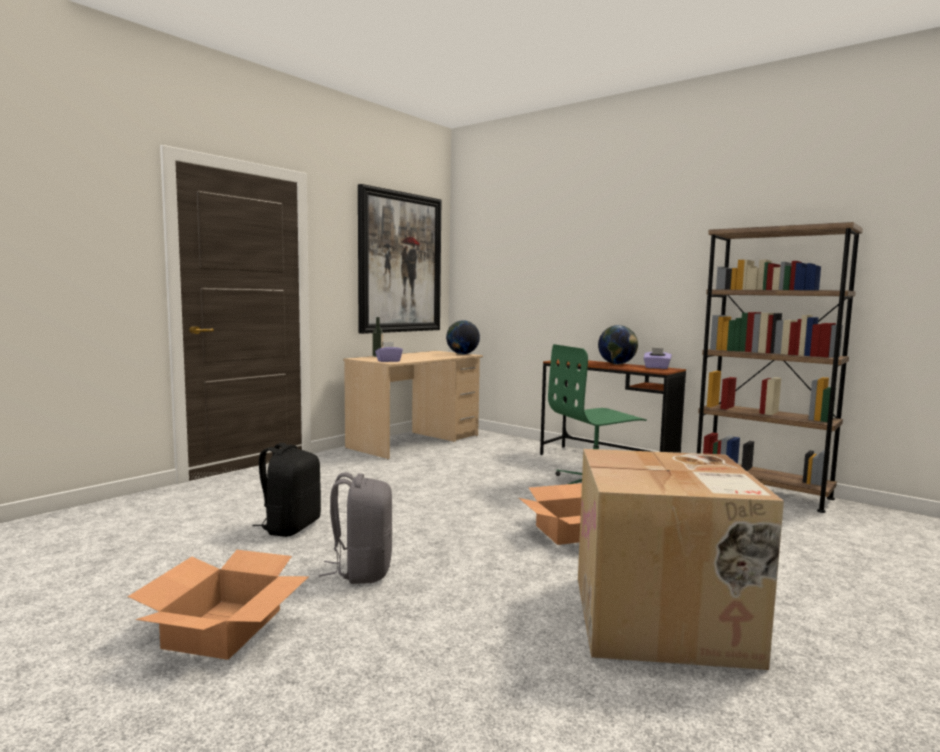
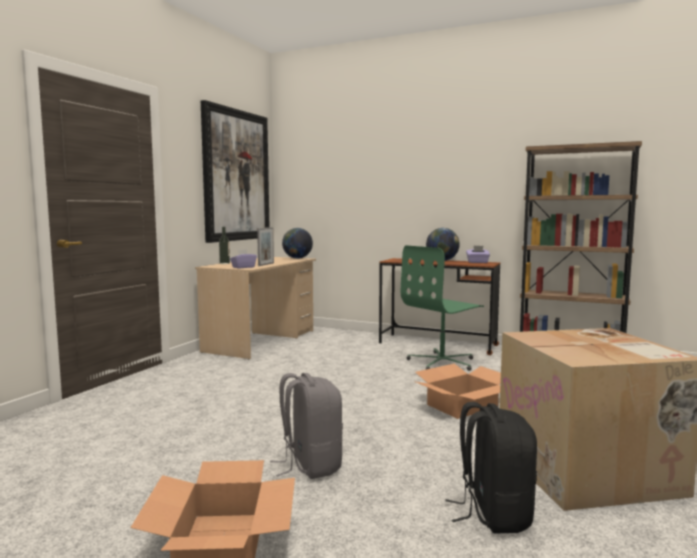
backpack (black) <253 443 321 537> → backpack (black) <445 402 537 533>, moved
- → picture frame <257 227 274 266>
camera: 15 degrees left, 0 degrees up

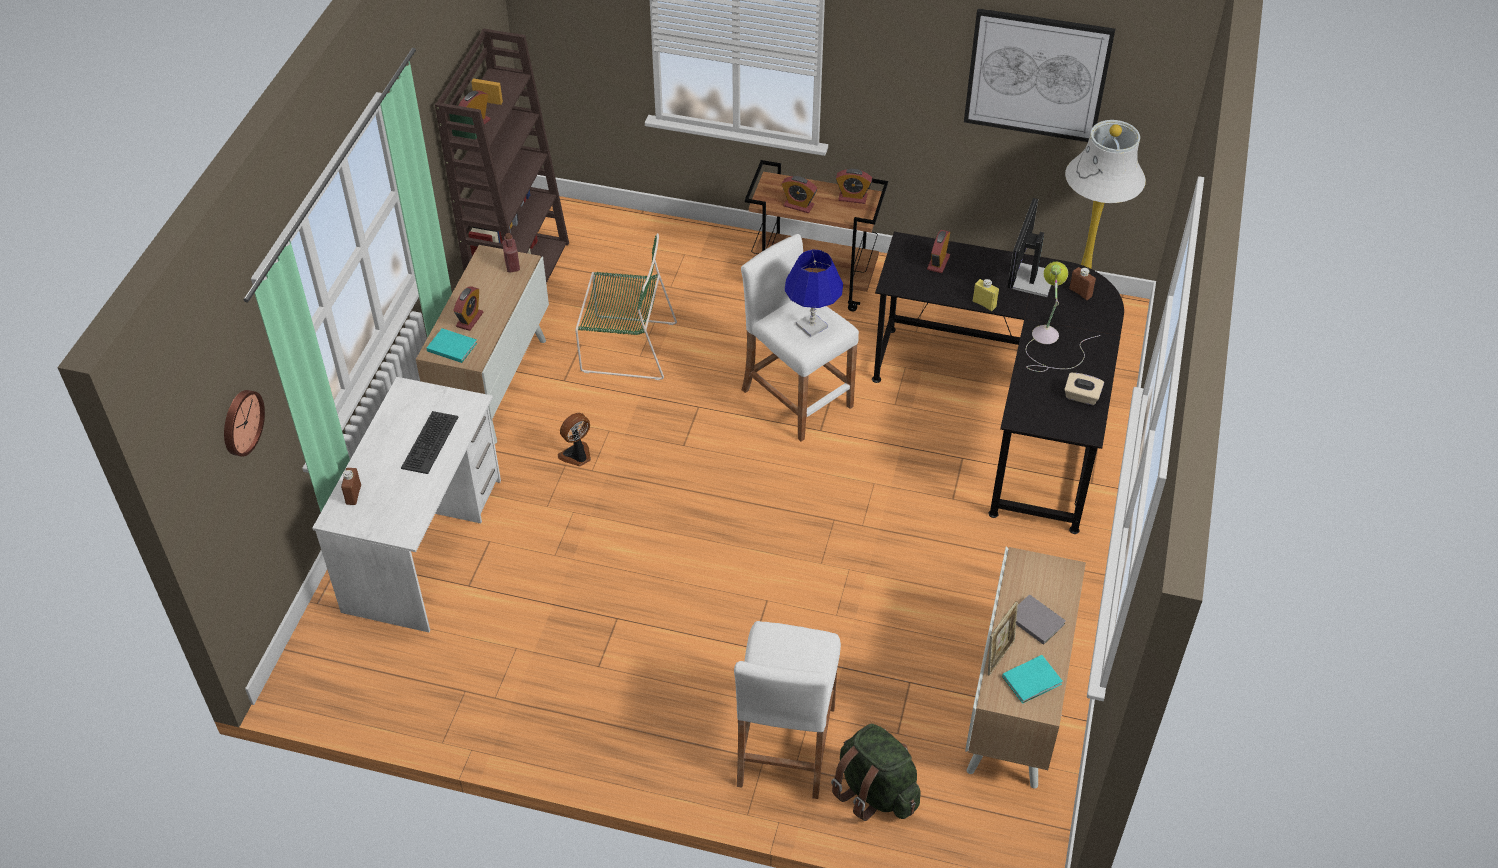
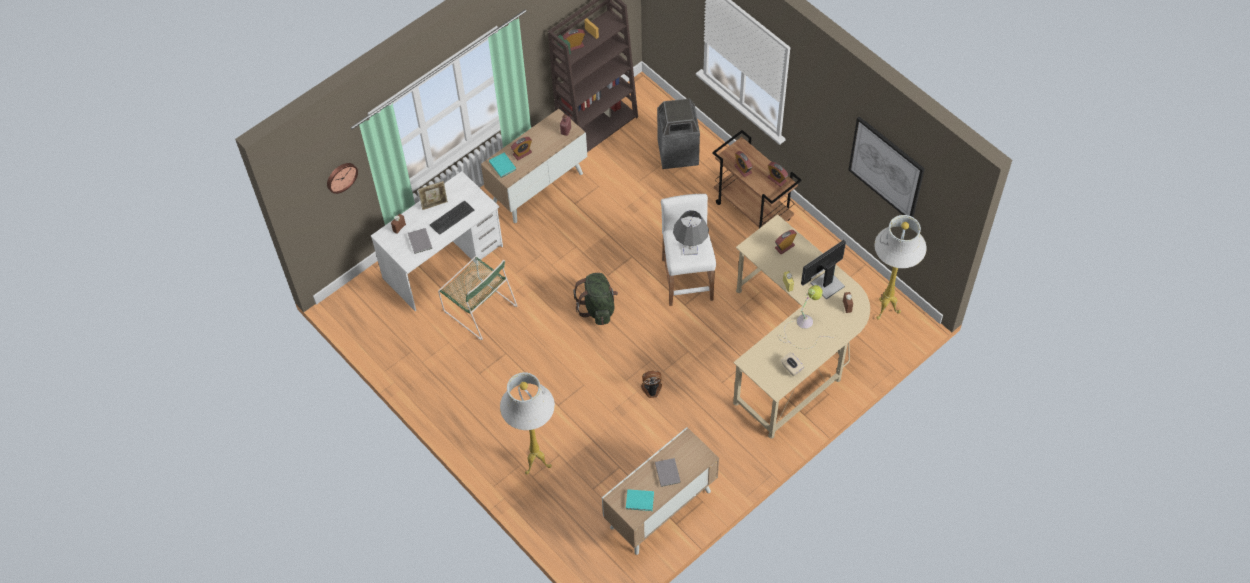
fan <558 413 591 466> → fan <641 371 662 398>, moved
chair (green) <575 233 677 380> → chair (green) <438 256 518 340>, moved
stool (white) <734 621 841 799> → floor lamp (white) <500 372 555 474>
table lamp (blue) <784 249 843 337> → table lamp (grey) <673 210 709 255>
backpack (green) <831 724 921 821> → backpack (green) <573 273 618 325>, moved
desk (black) <872 232 1124 534> → desk (beige) <733 214 870 439>
picture frame <988 601 1018 676> → picture frame <418 181 448 210>, moved
- → book (grey) <408 228 432 254>
- → trash can <657 98 700 169>
camera: 35 degrees right, 10 degrees up

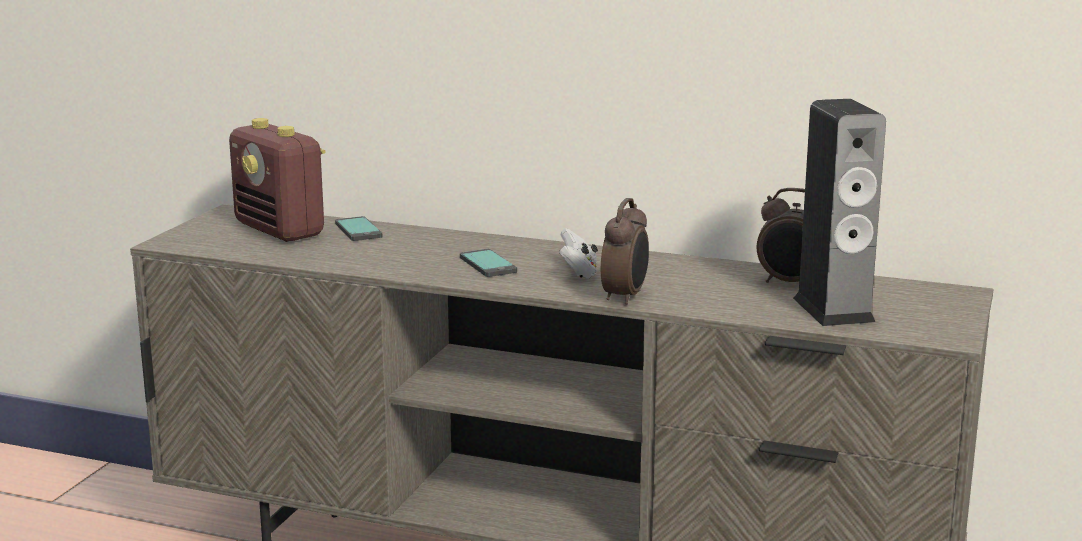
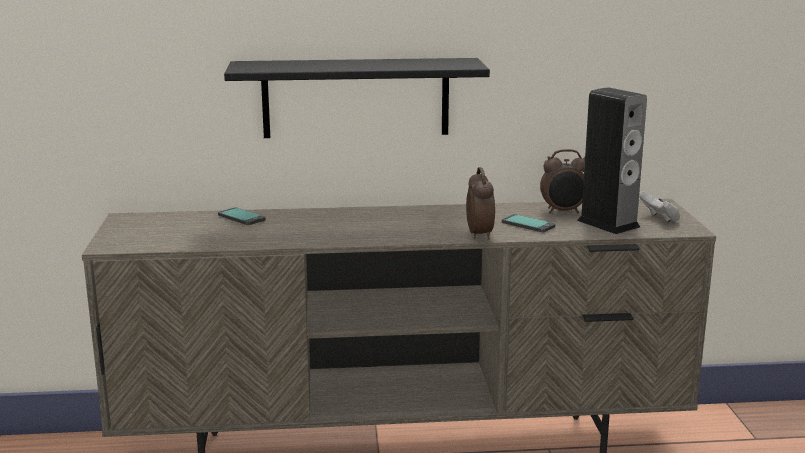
radio <229 118 326 242> → -
phone <460 249 517 277> → phone <502 214 555 232>, moved
game controller (white) <559 228 598 278> → game controller (white) <639 190 680 222>, moved
- → shelf (black) <224 58 490 138>
camera: 25 degrees left, 0 degrees up

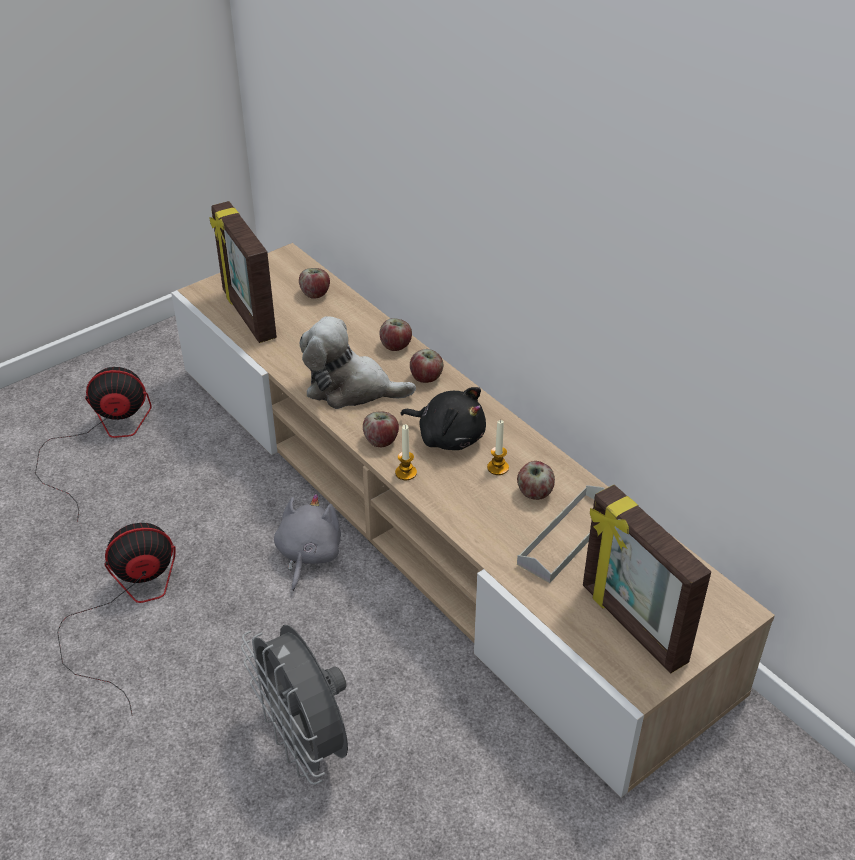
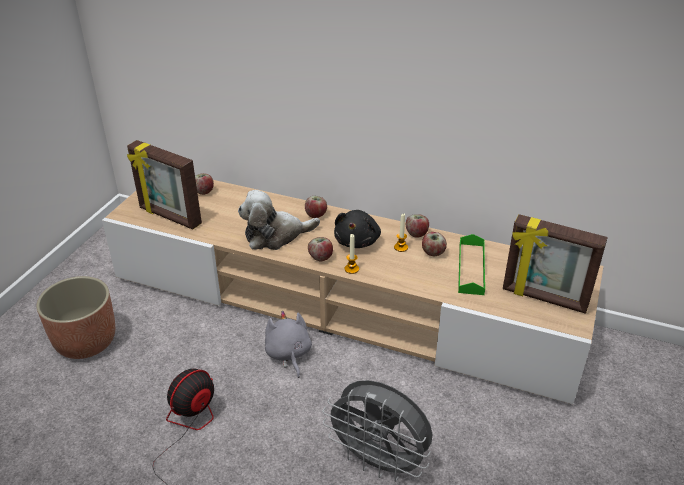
fan <35 367 152 522> → planter <36 276 115 359>
apple <380 318 412 351> → apple <406 214 429 237>, moved
plush toy (black) <401 387 486 450> → plush toy (black) <334 210 381 248>, 105 degrees clockwise
tray (grey) <517 485 605 583> → tray (green) <458 234 485 295>
camera: 30 degrees left, 5 degrees down

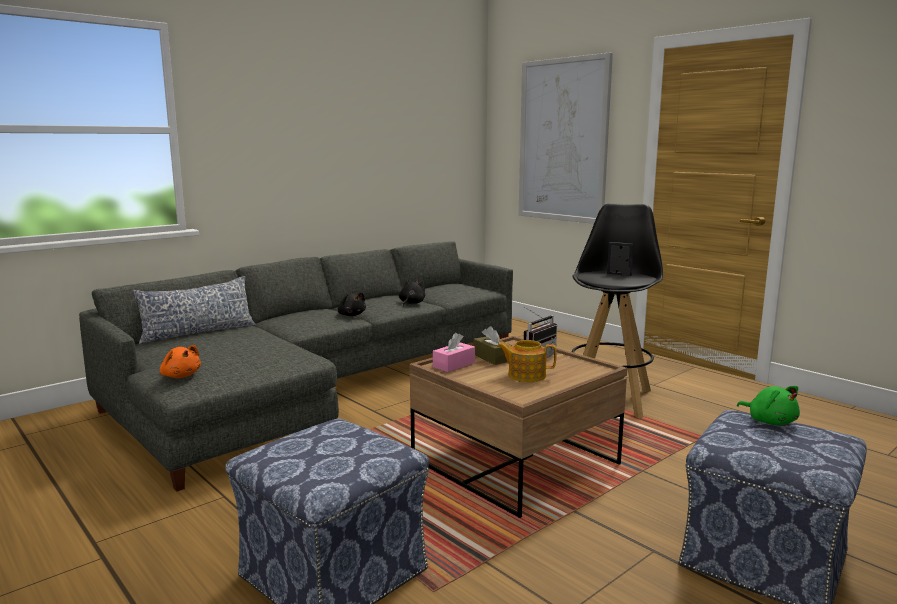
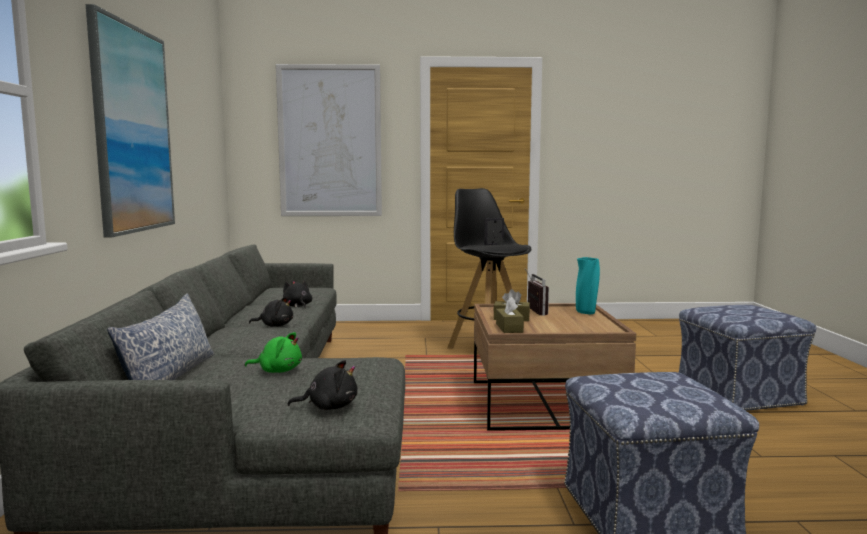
plush toy (orange) <160 345 201 378> → plush toy (black) <287 360 357 410>
tissue box (pink) <433 333 475 372> → tissue box (brown) <496 297 524 333>
teapot <497 340 557 382> → -
plush toy (green) <737 386 800 425> → plush toy (green) <245 332 302 373>, moved
- → picture <86 4 175 238>
- → vase (turquoise) <576 257 600 314>
camera: 50 degrees left, 5 degrees down

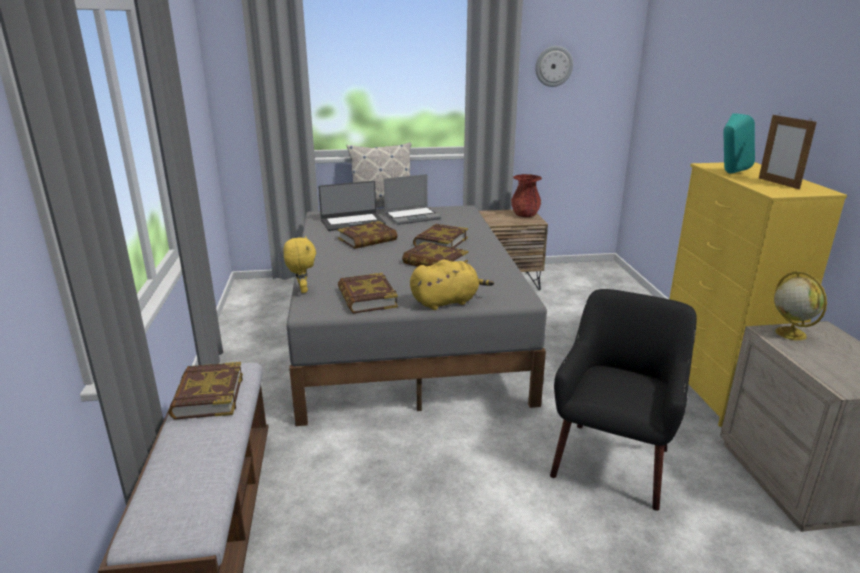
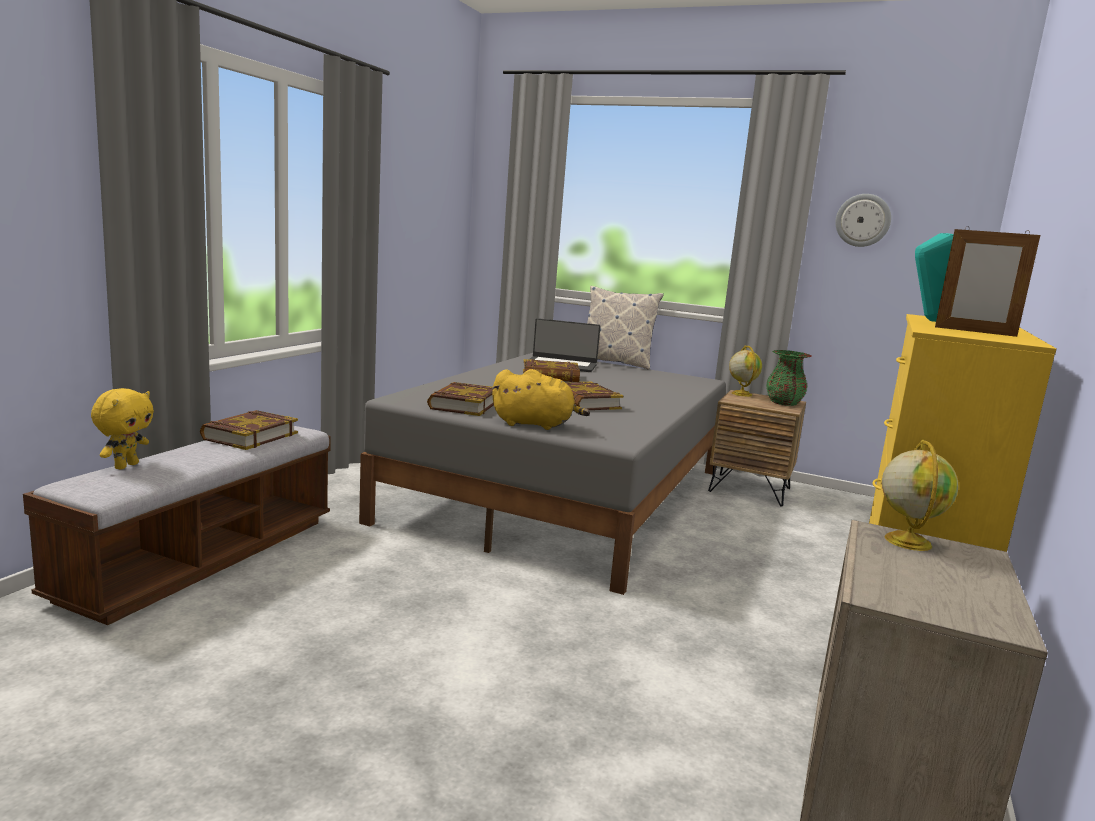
plush toy (yellow) <283 236 316 293> → plush toy (yellow) <91 388 154 470>, moved
laptop <384 174 441 225> → -
book <413 224 468 248> → -
vase (red) <511 174 542 217> → vase (green) <766 350 812 406>
armchair (black) <550 289 697 511> → -
picture frame <759 113 817 190> → picture frame <935 226 1040 337>, 75 degrees counterclockwise
- → globe <729 345 762 397>
camera: 30 degrees right, 10 degrees down

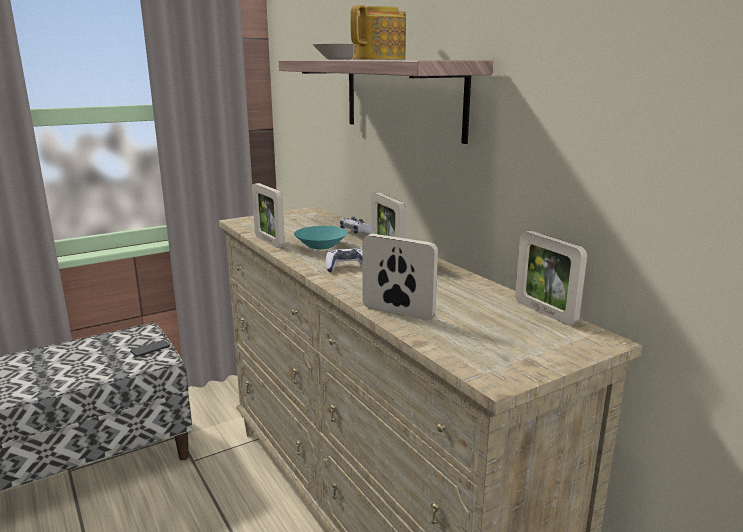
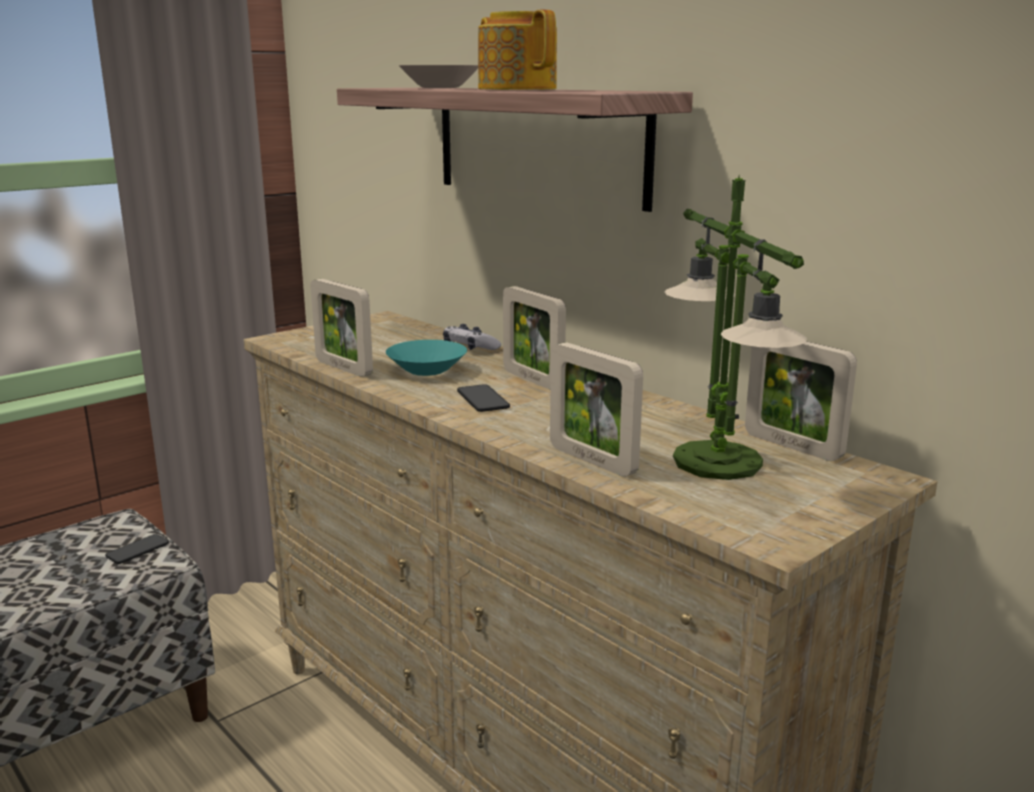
game controller <325 248 362 272> → phone <457 384 510 412>
teapot <350 5 406 60> → teapot <478 10 557 90>, 60 degrees counterclockwise
picture frame <362 234 438 320> → picture frame <550 342 643 477>, 150 degrees counterclockwise
- → table lamp <665 176 807 480>
camera: 10 degrees left, 0 degrees up

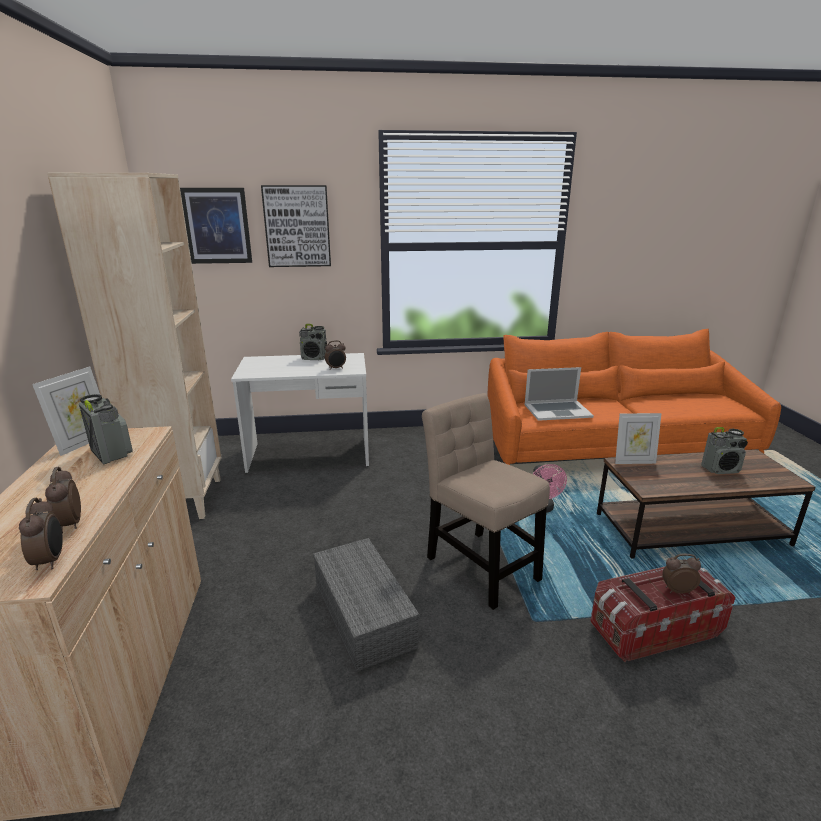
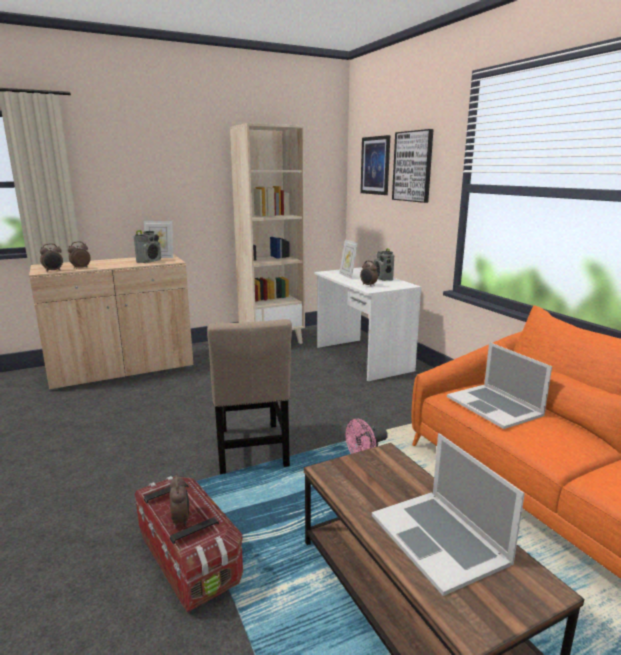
storage box (grey) <313 538 419 672> → -
chair (beige) <422 393 550 610> → chair (beige) <207 319 292 474>, 135 degrees clockwise
picture frame <615 413 662 464> → picture frame <339 239 358 279>, moved
radio <701 427 748 474> → laptop <372 433 525 596>
camera: 70 degrees right, 5 degrees down

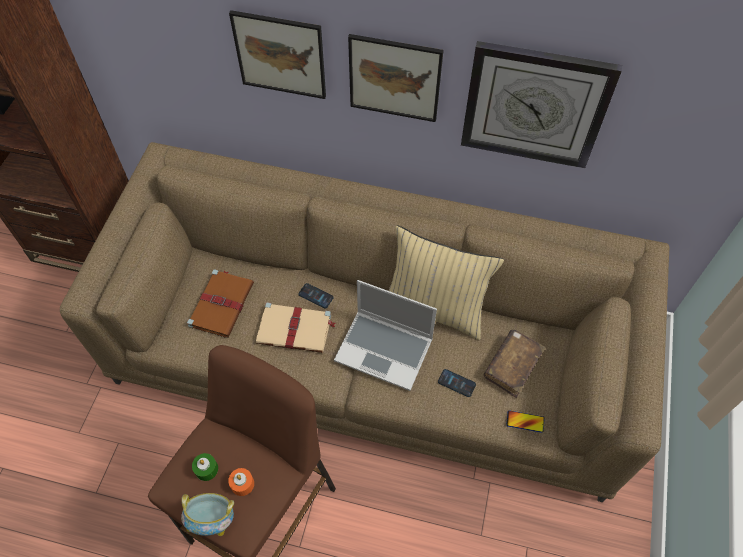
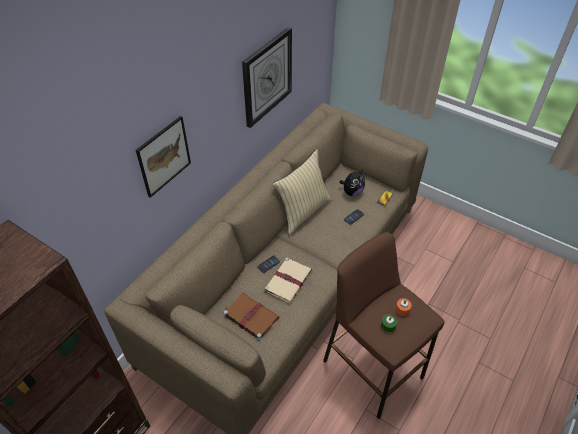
bowl <181 493 234 536> → -
laptop <334 280 437 391> → -
picture <348 34 444 122> → -
book (brown) <484 330 545 398> → plush toy <339 169 365 196>
camera: 70 degrees left, 10 degrees down

